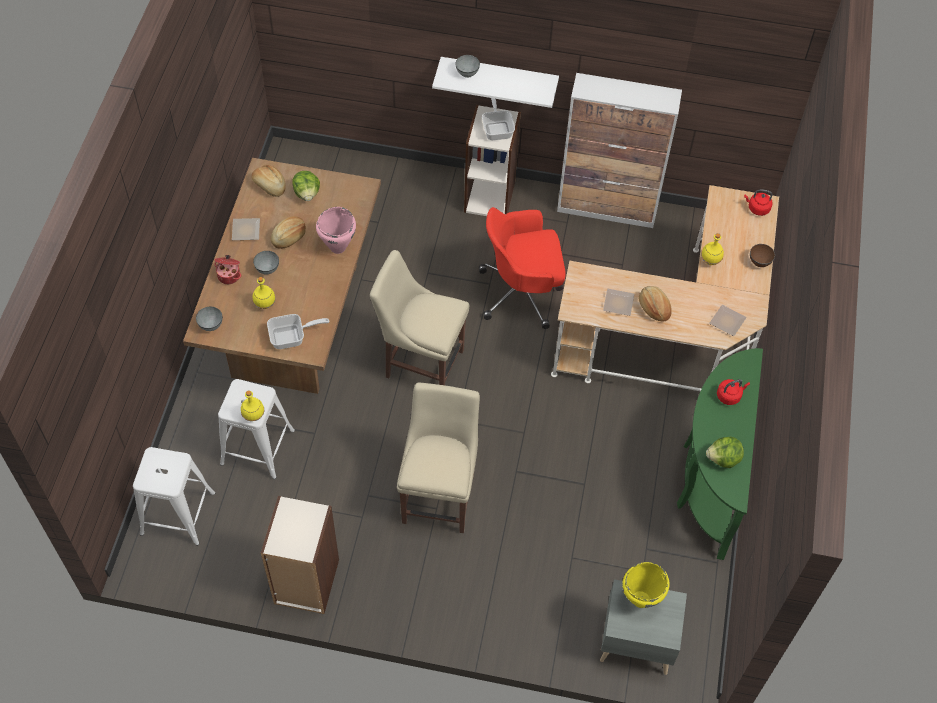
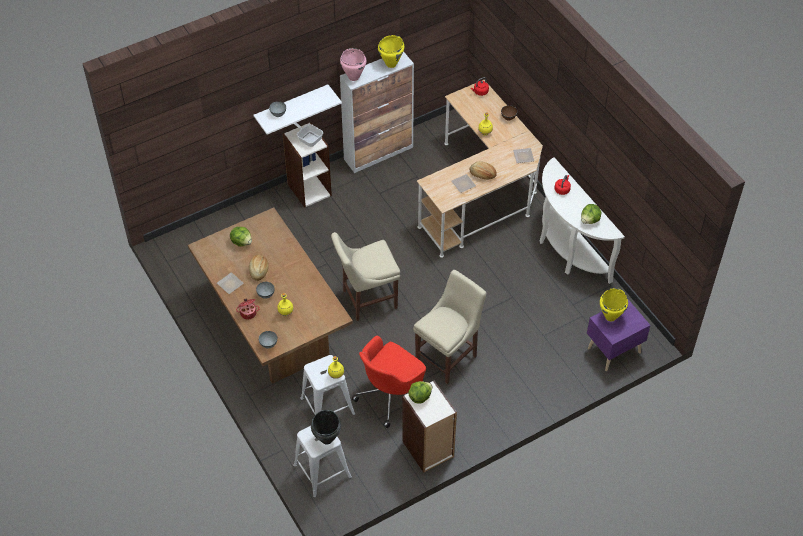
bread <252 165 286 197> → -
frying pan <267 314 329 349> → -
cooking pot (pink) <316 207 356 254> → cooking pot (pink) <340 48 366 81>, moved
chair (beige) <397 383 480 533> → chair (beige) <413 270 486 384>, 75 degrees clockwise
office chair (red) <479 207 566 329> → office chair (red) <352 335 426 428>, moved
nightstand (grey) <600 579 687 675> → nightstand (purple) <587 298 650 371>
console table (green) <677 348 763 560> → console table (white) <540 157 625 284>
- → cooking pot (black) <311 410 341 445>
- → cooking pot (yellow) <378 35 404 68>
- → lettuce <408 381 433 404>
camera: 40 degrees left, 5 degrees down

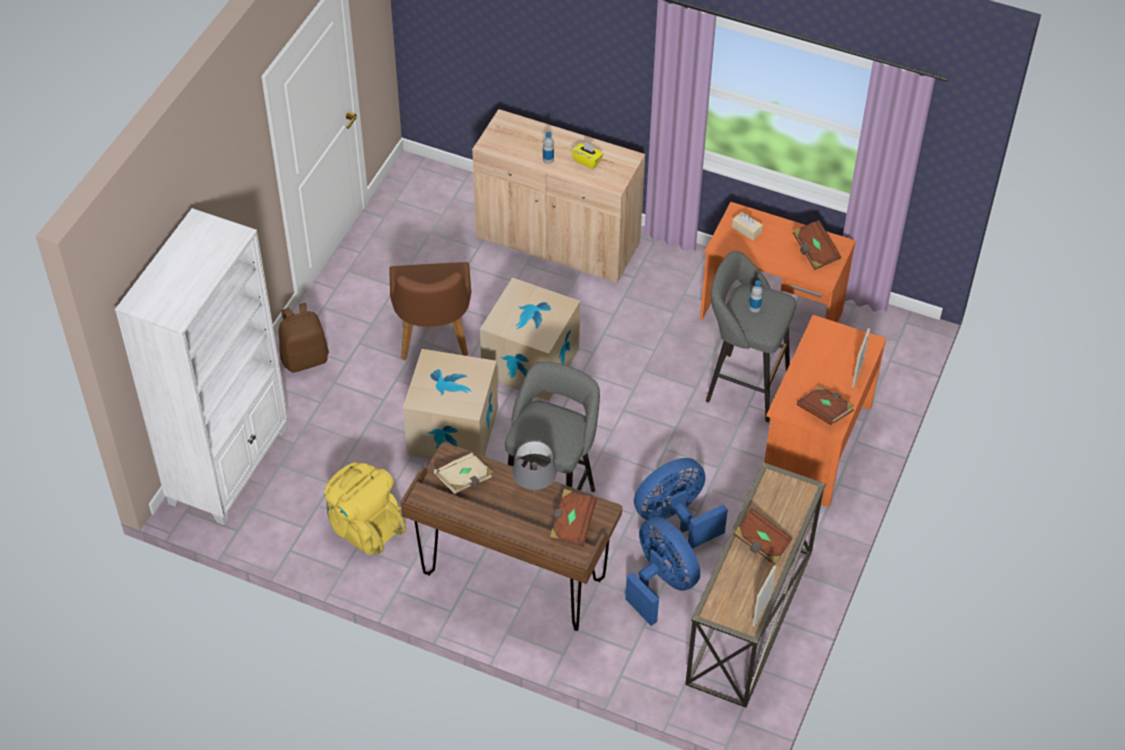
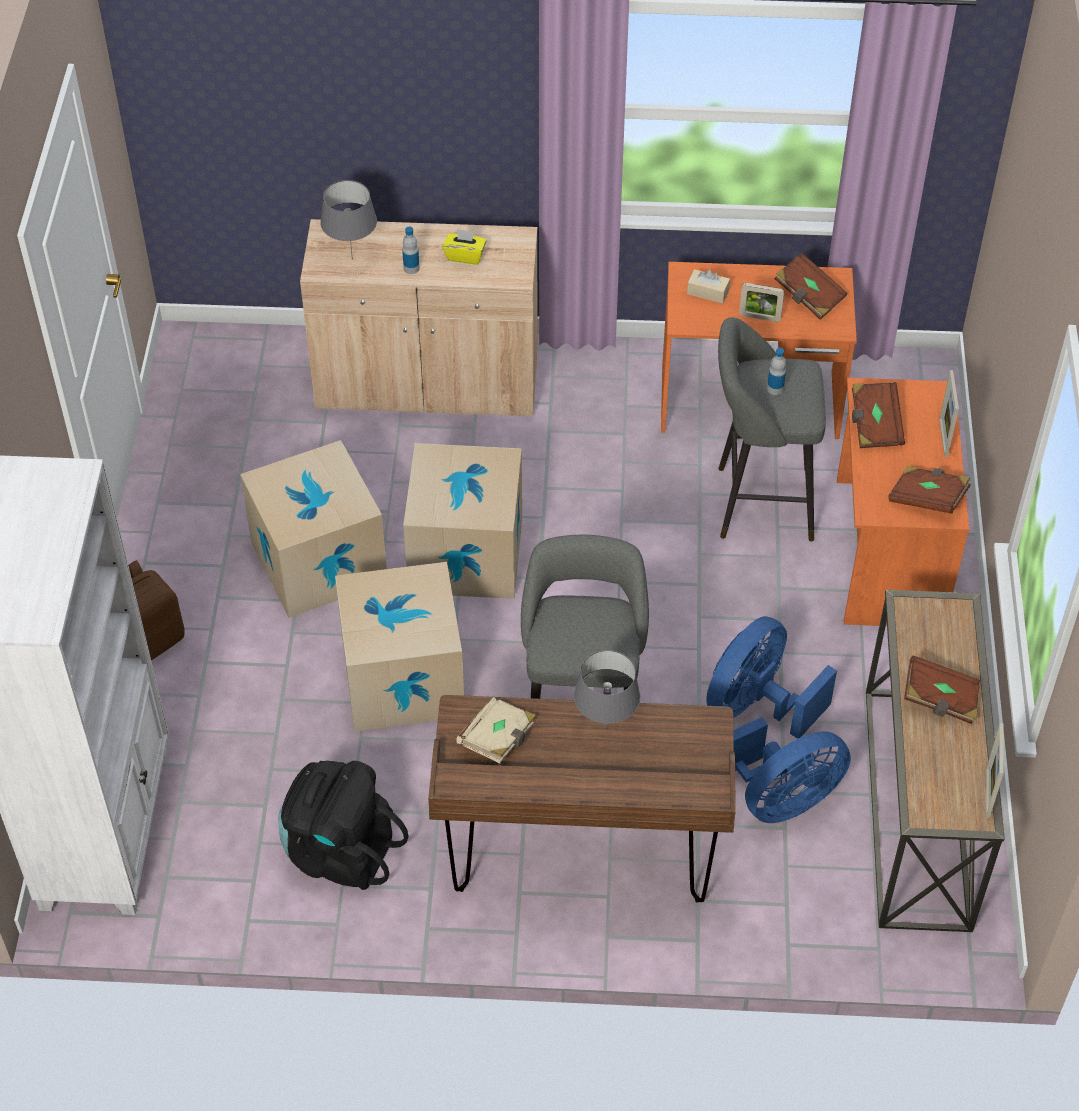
backpack (yellow) <324 462 406 555> → backpack (black) <278 760 409 890>
chair (brown) <389 262 471 360> → cardboard box <240 440 387 618>
book (brown) <550 489 597 546> → book (brown) <852 382 905 448>, moved
fan (blue) <625 517 700 626> → fan (blue) <734 717 851 823>, 120 degrees clockwise
- → table lamp (grey) <321 180 377 260>
- → picture frame <739 283 784 322>
camera: 20 degrees left, 0 degrees up

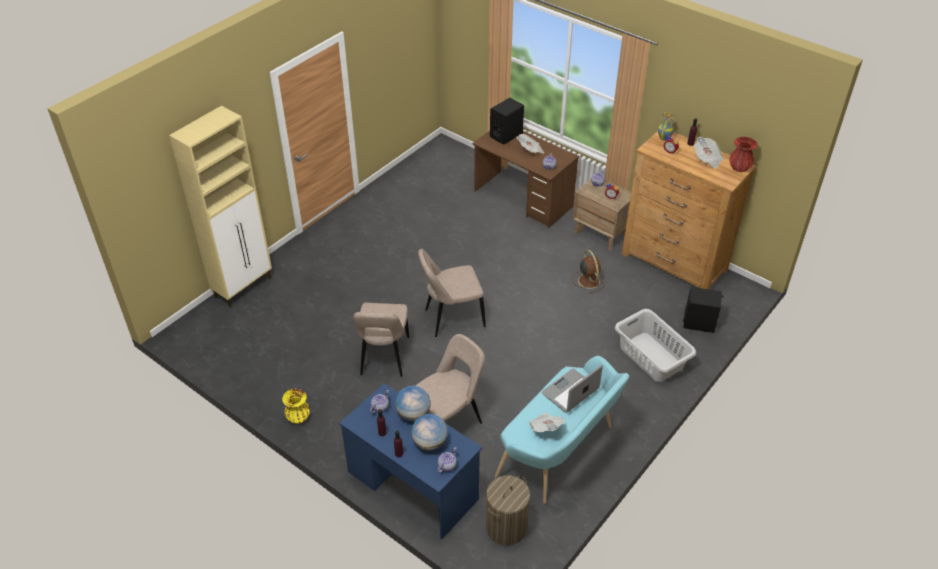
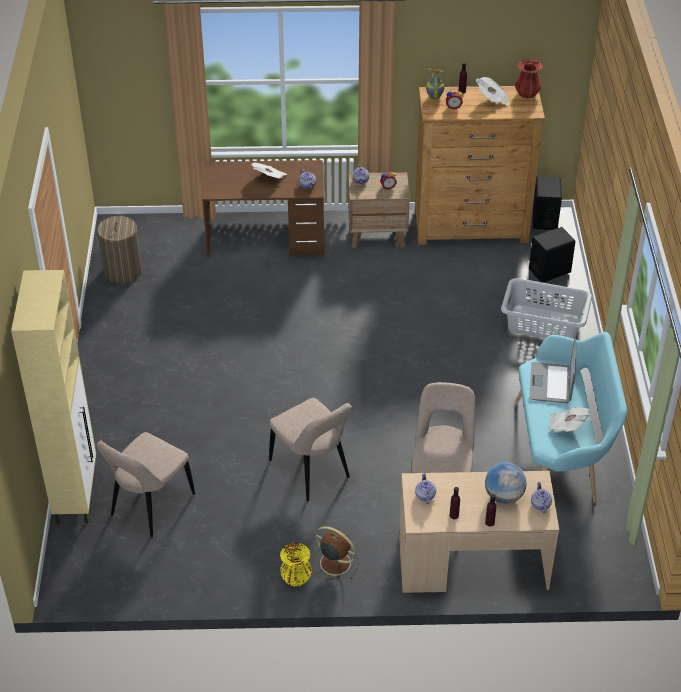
desk (blue) <339 384 482 540> → desk (beige) <399 471 559 593>
globe <395 386 431 421> → -
chair (beige) <418 249 486 337> → chair (beige) <96 432 195 537>, moved
laundry basket <486 476 530 545> → laundry basket <97 215 142 283>, moved
speaker (black) <490 98 524 145> → speaker (black) <533 176 562 230>, moved
fan (brown) <572 250 605 294> → fan (brown) <311 526 359 579>, moved
camera: 40 degrees left, 0 degrees up

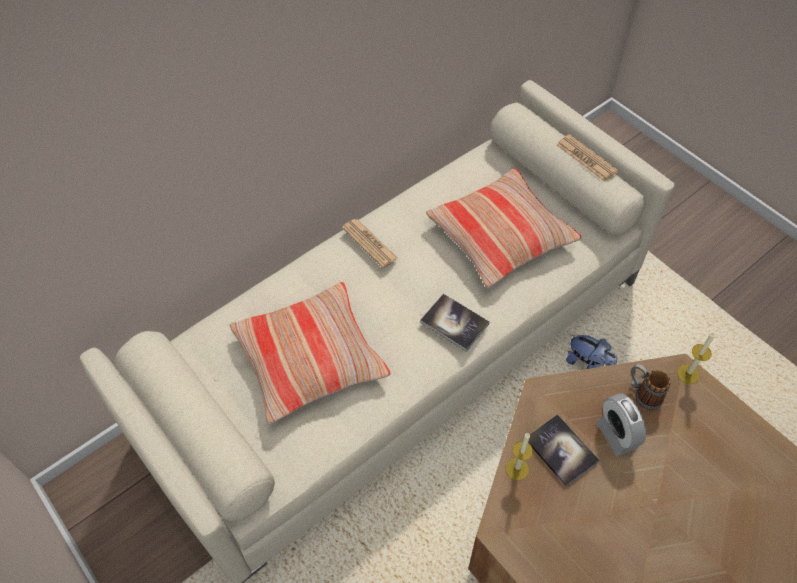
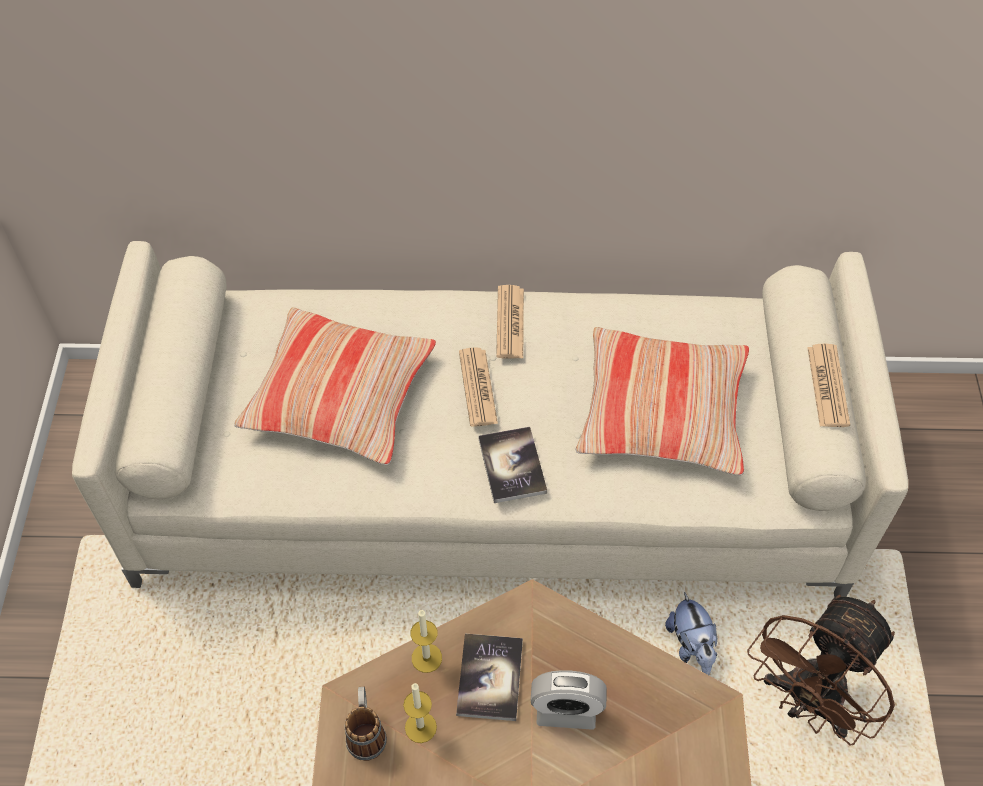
alarm clock <596 393 646 456> → alarm clock <531 670 607 730>, 105 degrees counterclockwise
mug <631 364 671 410> → mug <345 687 387 761>, moved
candle <677 333 715 384> → candle <403 683 437 743>, moved
- → newspaper <459 347 498 427>
- → fan (brown) <747 595 895 745>
camera: 40 degrees right, 0 degrees up

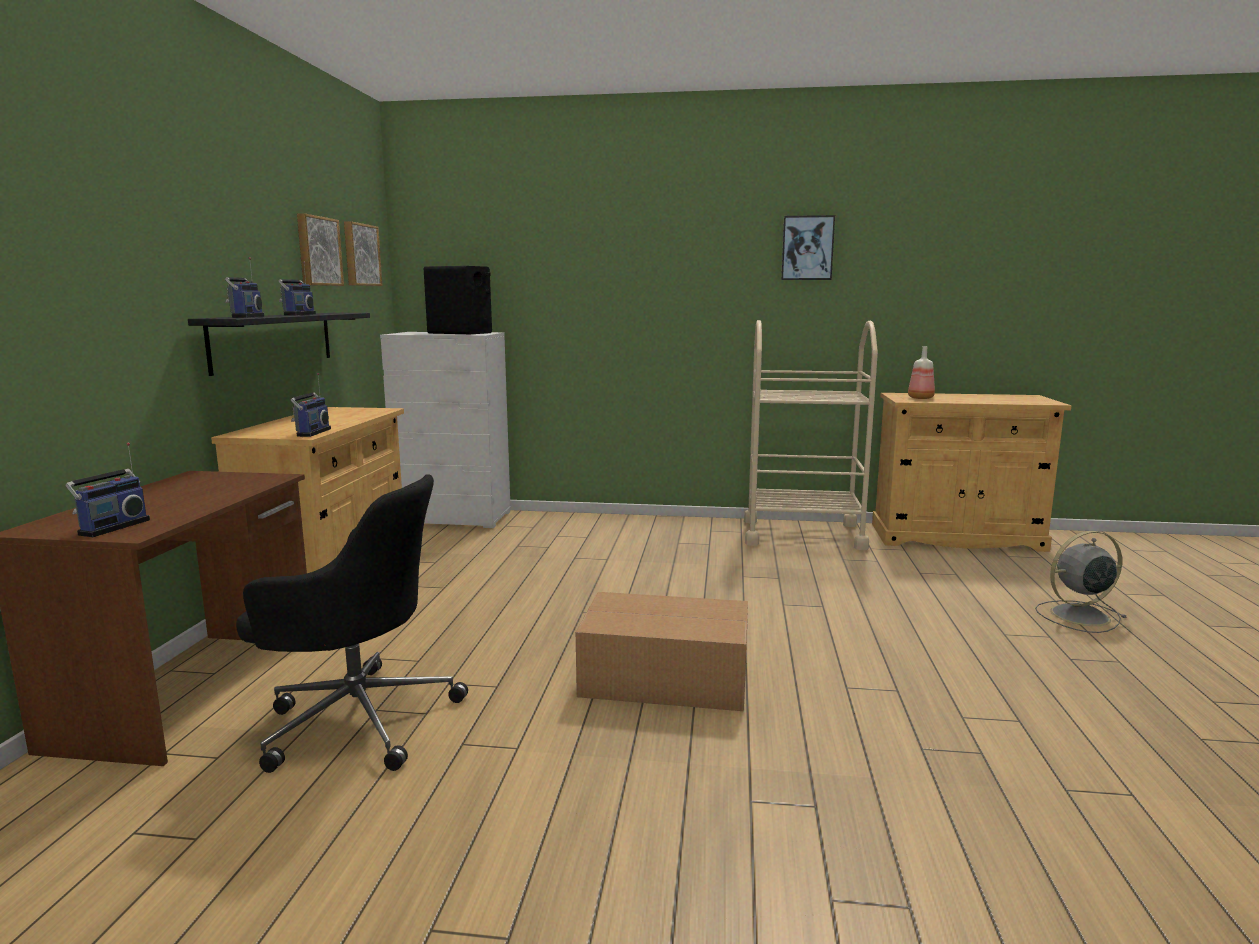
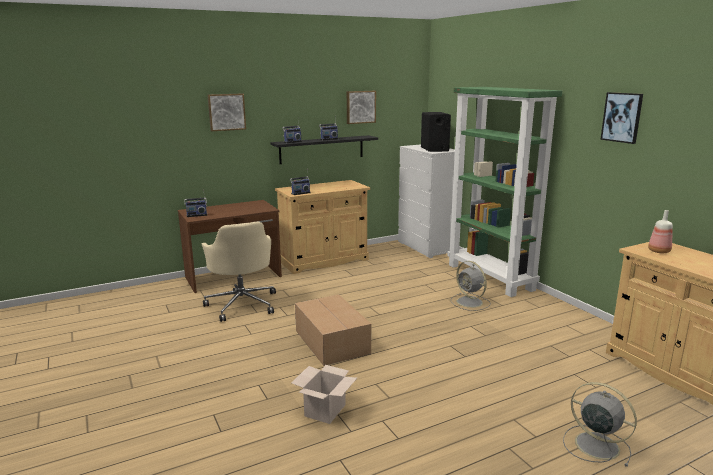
office chair (black) <236 474 468 773> → office chair (beige) <202 221 276 322>
picture <344 221 382 286> → picture <208 94 246 131>, moved
cart (beige) <744 320 878 550> → -
- → cardboard box <291 365 357 424>
- → bookcase (green) <447 87 562 297>
- → fan (grey) <451 261 491 311>
camera: 55 degrees right, 5 degrees up

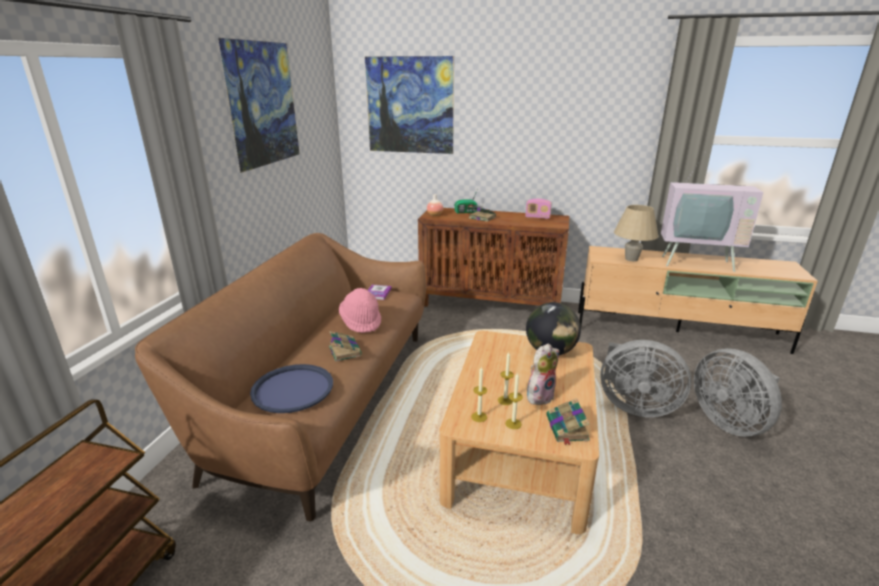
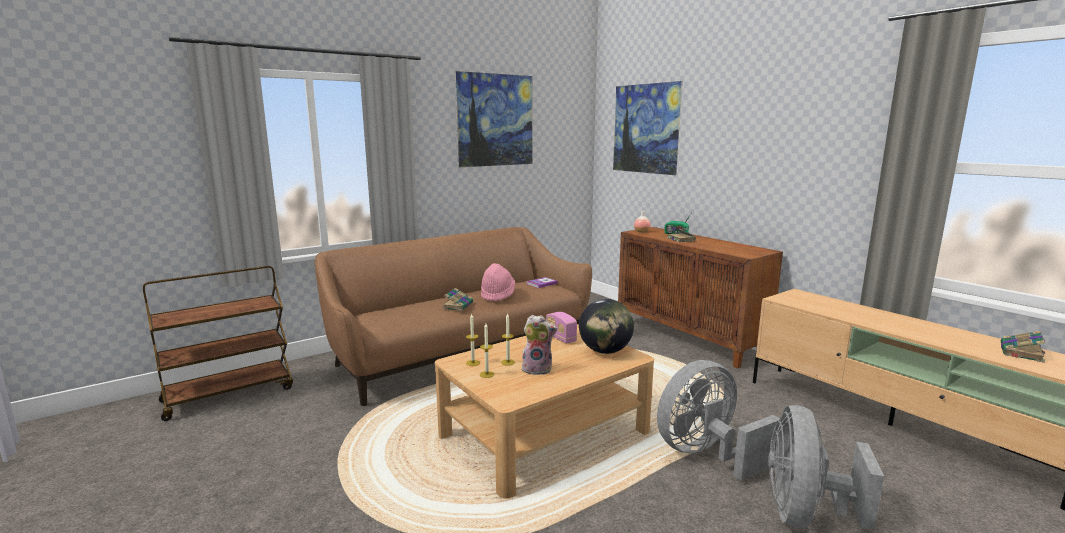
tray (blue) <250 364 333 413> → -
radio <525 199 552 219> → radio <546 312 577 344>, moved
book <546 398 590 446> → book <1001 331 1045 363>, moved
fan (grey) <600 340 692 417> → fan (grey) <657 360 780 481>, 90 degrees clockwise
table lamp (beige) <614 205 658 261> → -
television <661 149 764 272> → -
camera: 40 degrees right, 10 degrees down

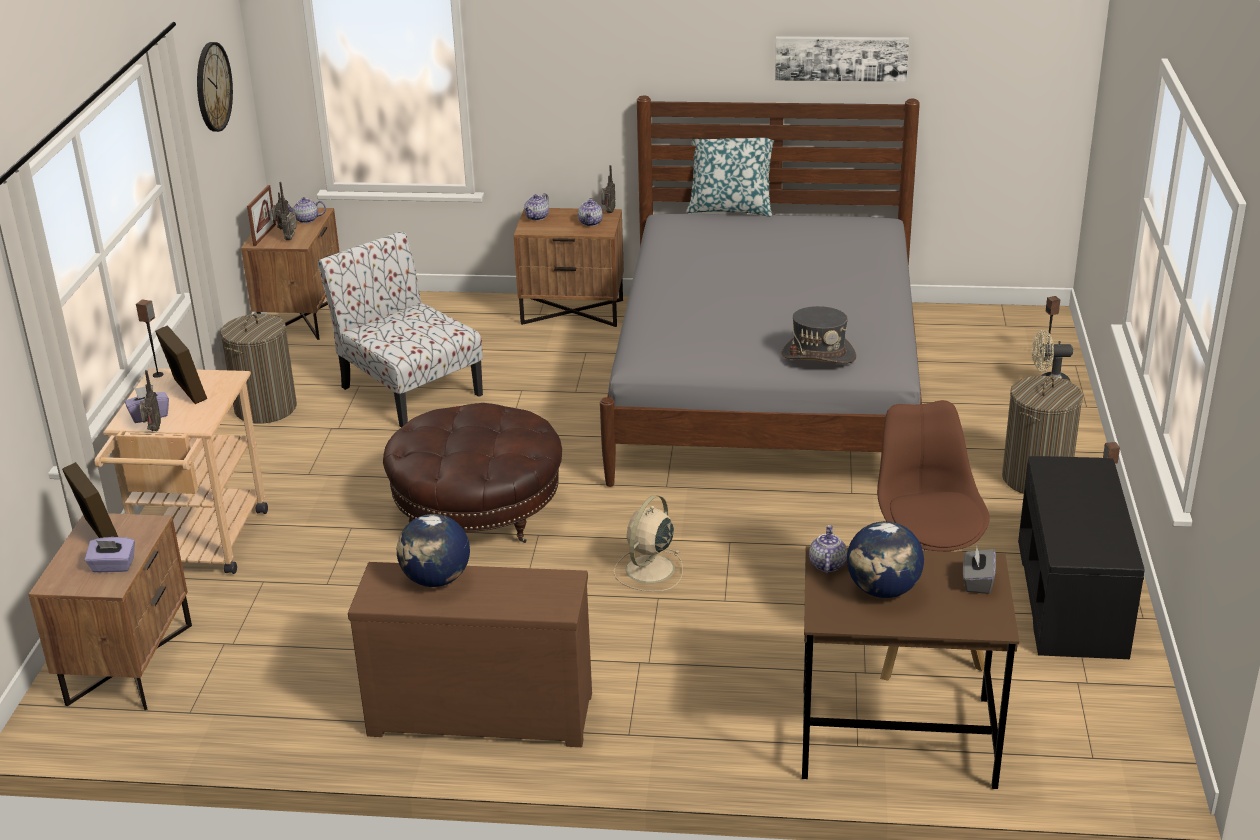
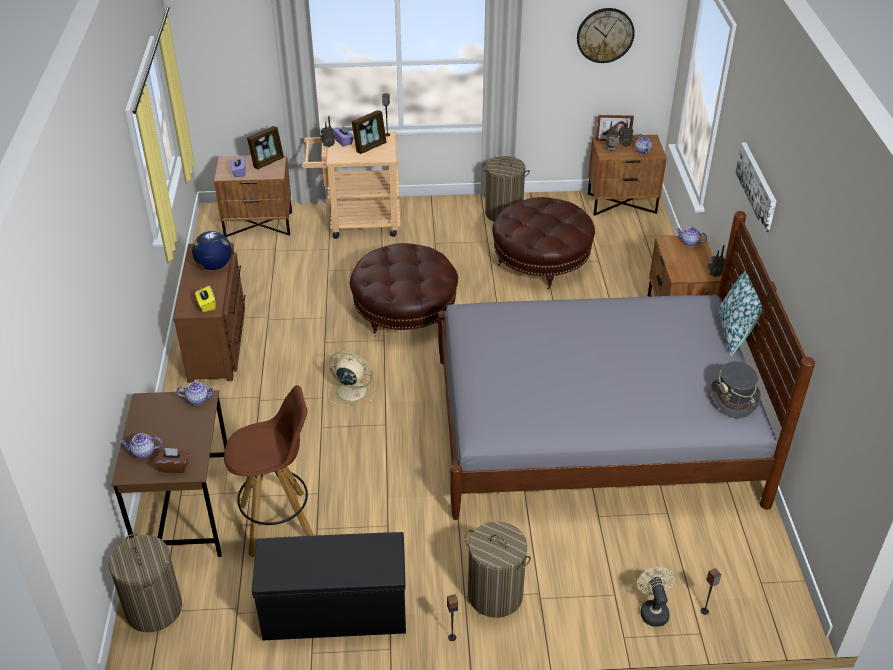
chair <318 231 483 427> → ottoman (brown) <492 197 595 290>
teapot <578 198 603 226> → teapot <120 433 162 458>, moved
picture <775 36 909 82> → picture <735 142 777 233>, moved
hat (grey) <781 306 856 364> → hat (grey) <710 361 761 419>, moved
globe <847 521 924 598> → -
tissue box (grey) <963 546 996 594> → tissue box (brown) <154 448 189 473>
- → laundry basket <109 534 182 632>
- → tissue box (yellow) <195 286 216 312>
camera: 80 degrees right, 10 degrees up

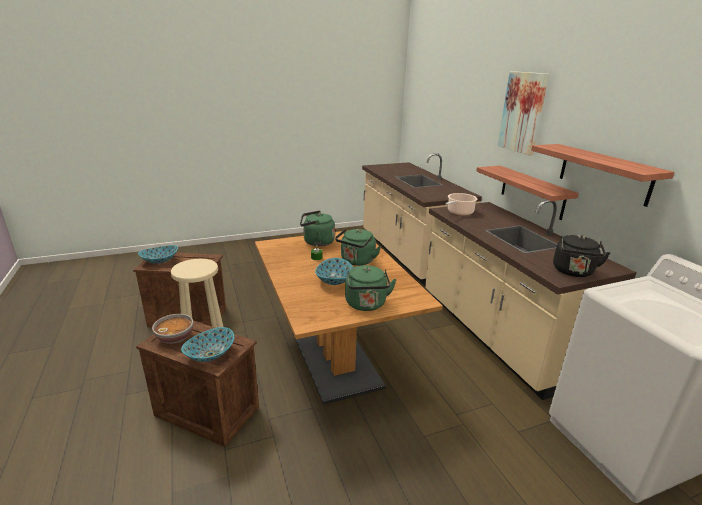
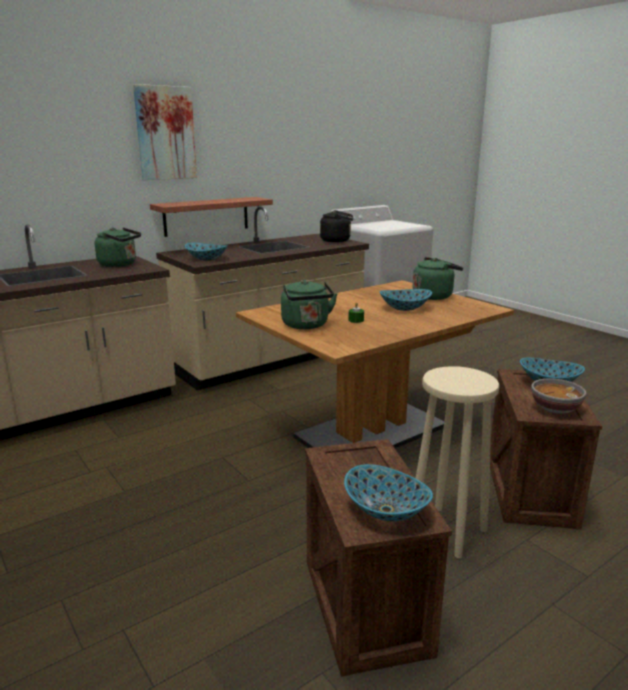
kettle (green) <335 228 381 266> → kettle (green) <95 228 141 267>, moved
cooking pot <445 193 477 215> → bowl <185 243 228 261>
shelf <531 144 675 207> → -
camera: 105 degrees left, 5 degrees down

